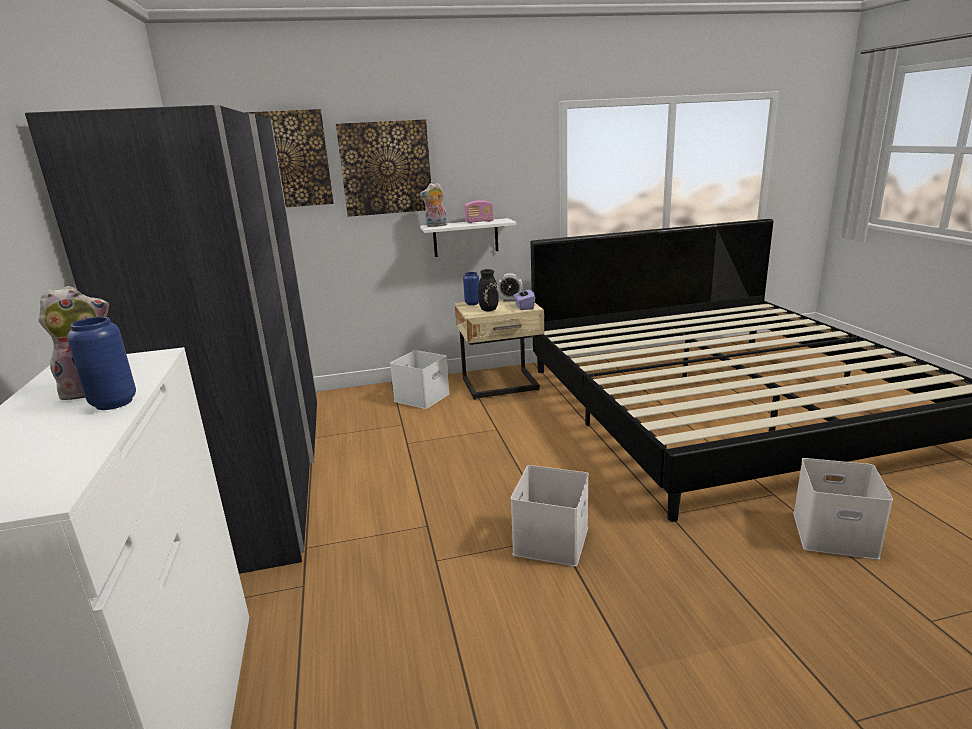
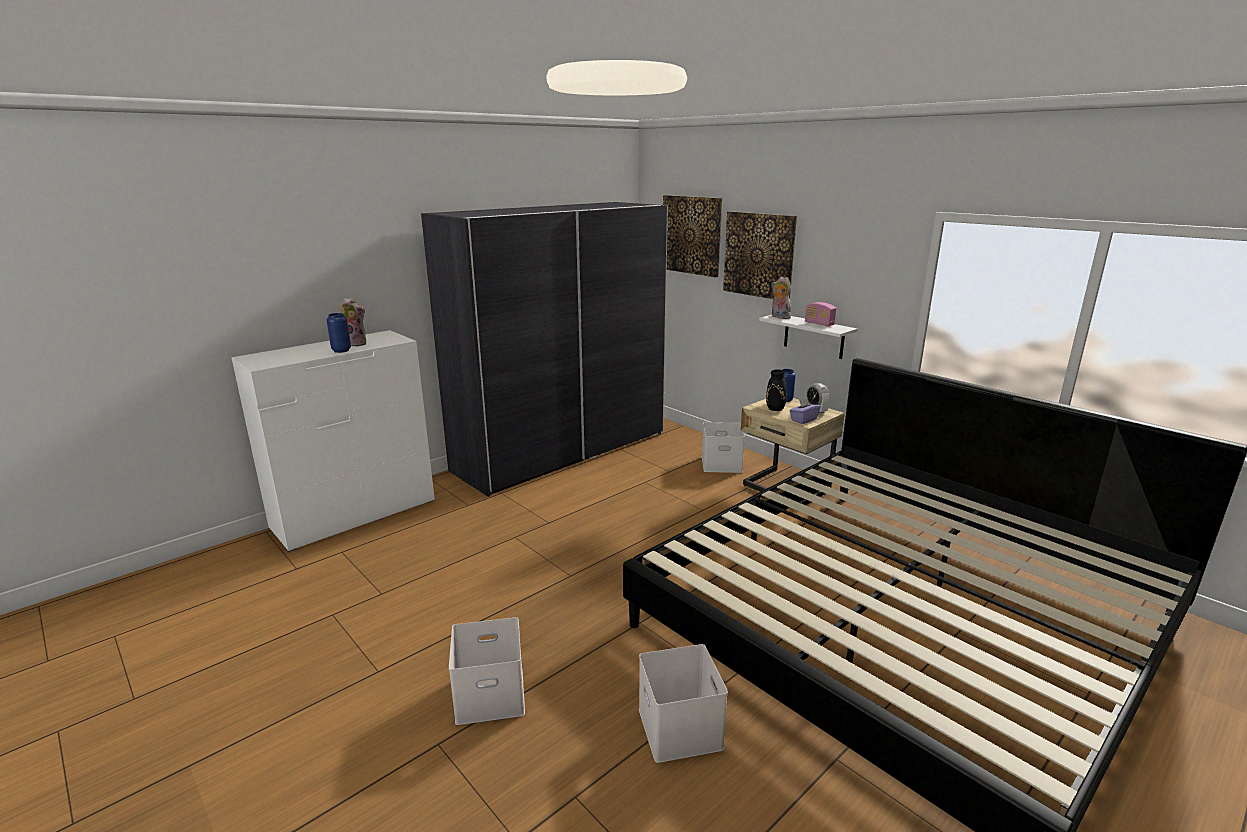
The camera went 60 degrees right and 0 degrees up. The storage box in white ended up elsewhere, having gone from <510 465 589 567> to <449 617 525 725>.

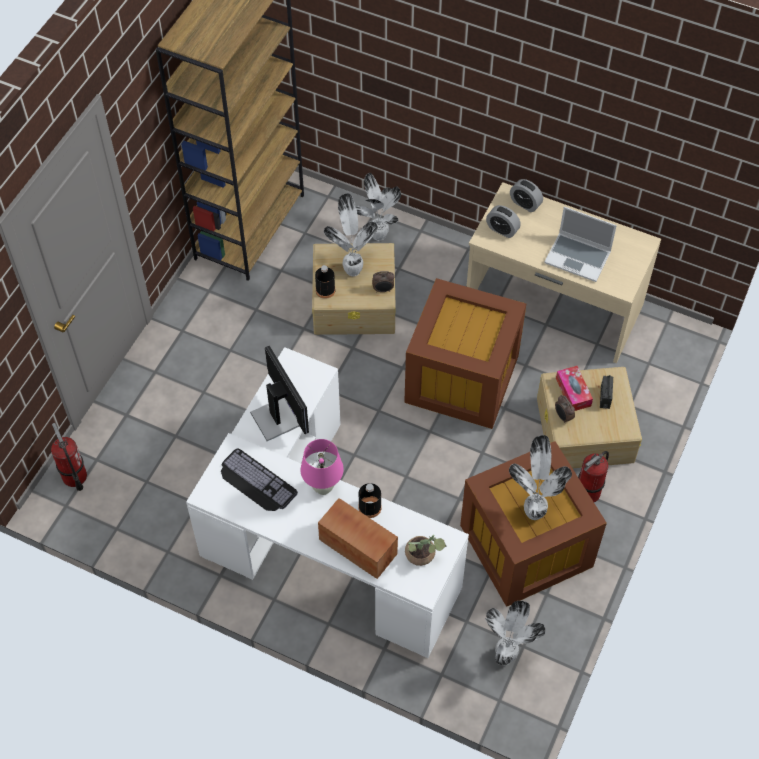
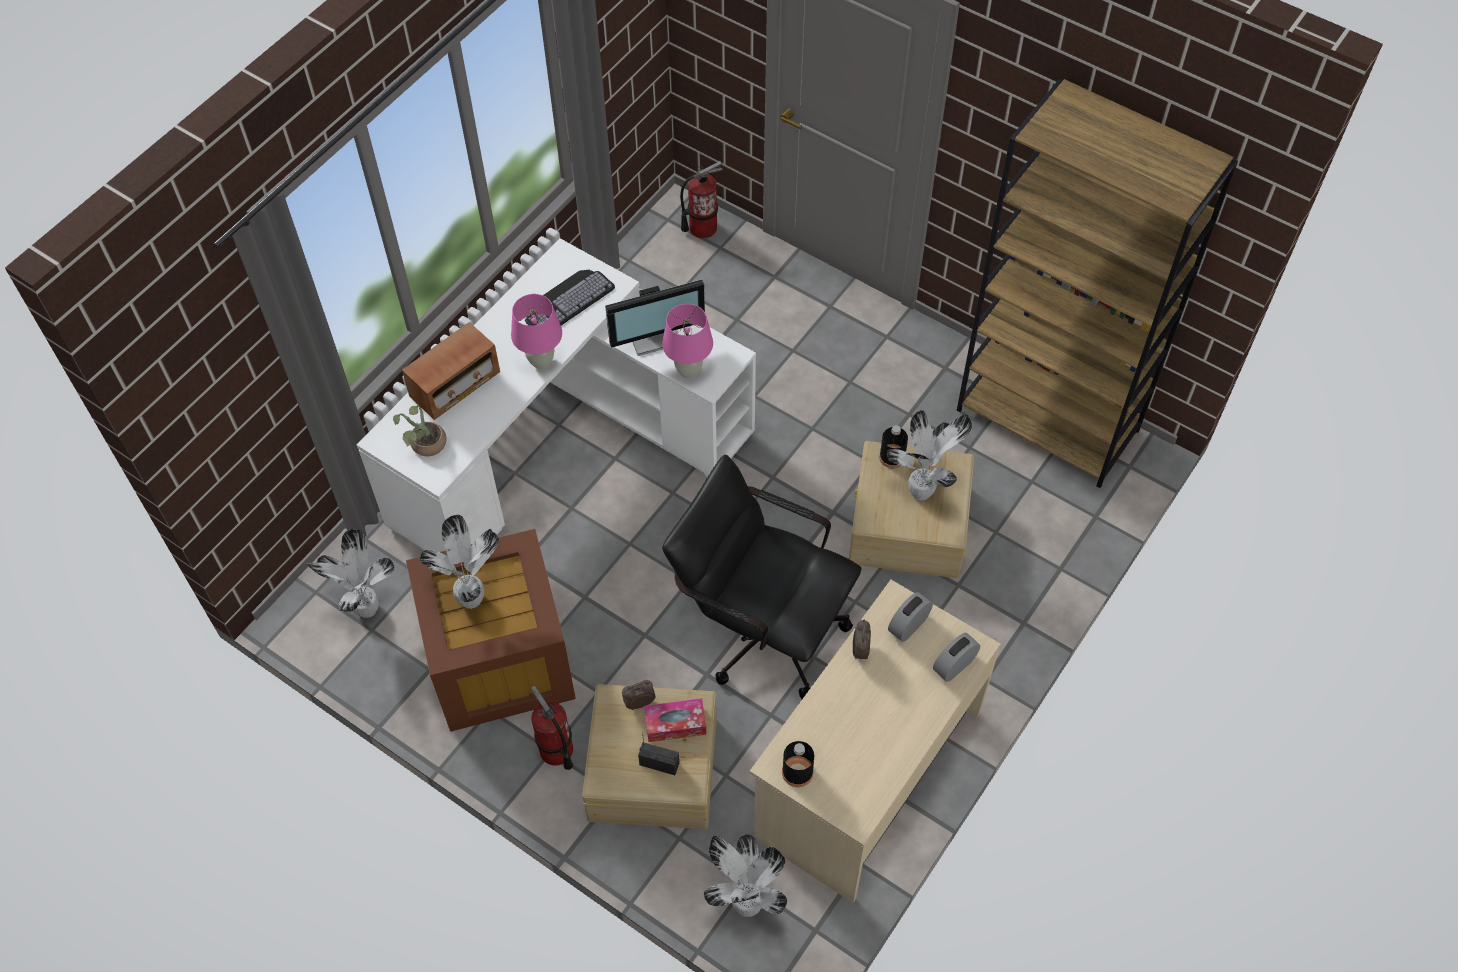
The camera went 100 degrees right and 0 degrees up. The potted plant ended up elsewhere, having gone from <356 173 401 241> to <704 834 787 917>. The second view lost the laptop at <544 207 617 282>. The alarm clock ended up elsewhere, having gone from <372 271 395 293> to <853 620 871 660>. Where the storage box in brown stood at <404 278 526 429>, the office chair in black came to stand at <662 455 862 699>. The bottle in black ended up elsewhere, having gone from <358 483 382 518> to <782 741 814 787>. The second view gained the table lamp in pink at <662 304 713 378>.

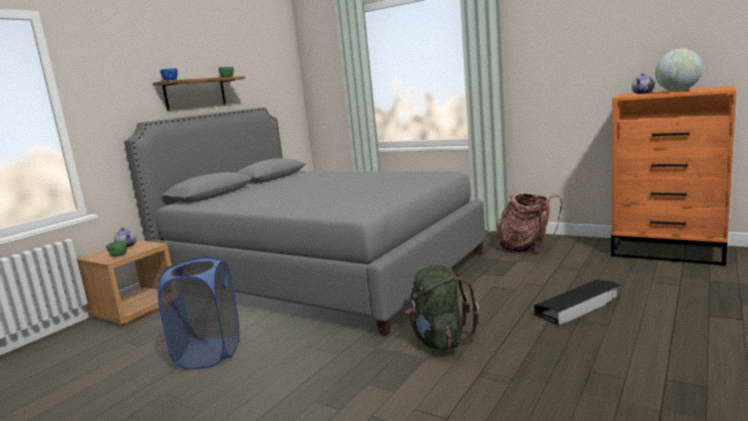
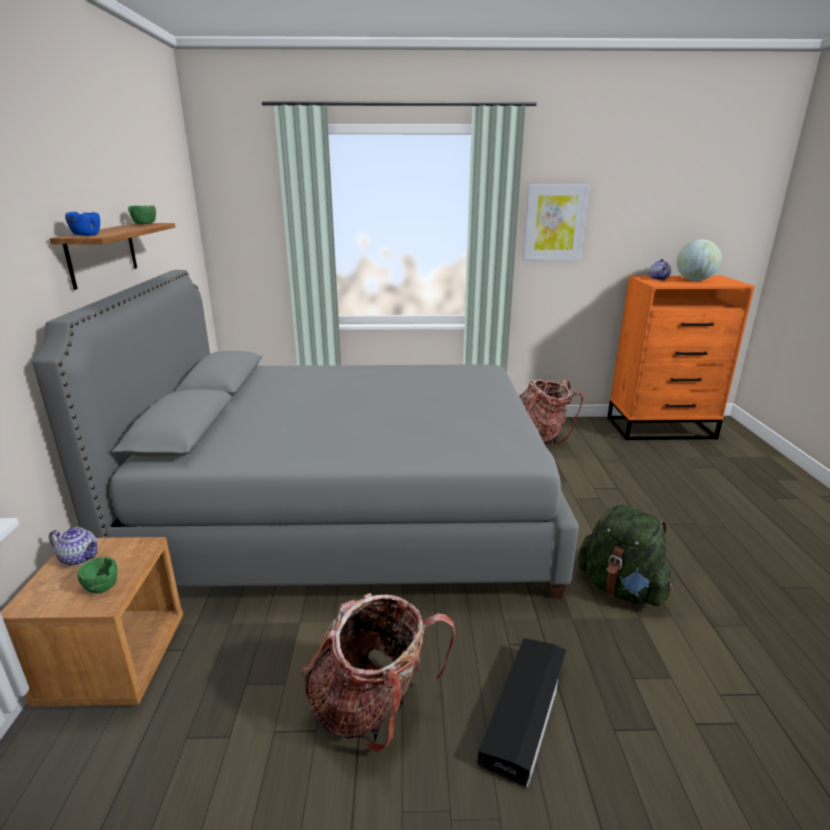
The camera went 35 degrees left and 10 degrees up. Where the laundry basket in blue stood at <158 256 240 369>, the backpack came to stand at <302 593 456 753>. The storage box in black ended up elsewhere, having gone from <534 280 621 326> to <477 638 566 788>. The second view gained the picture at <523 184 590 261>.

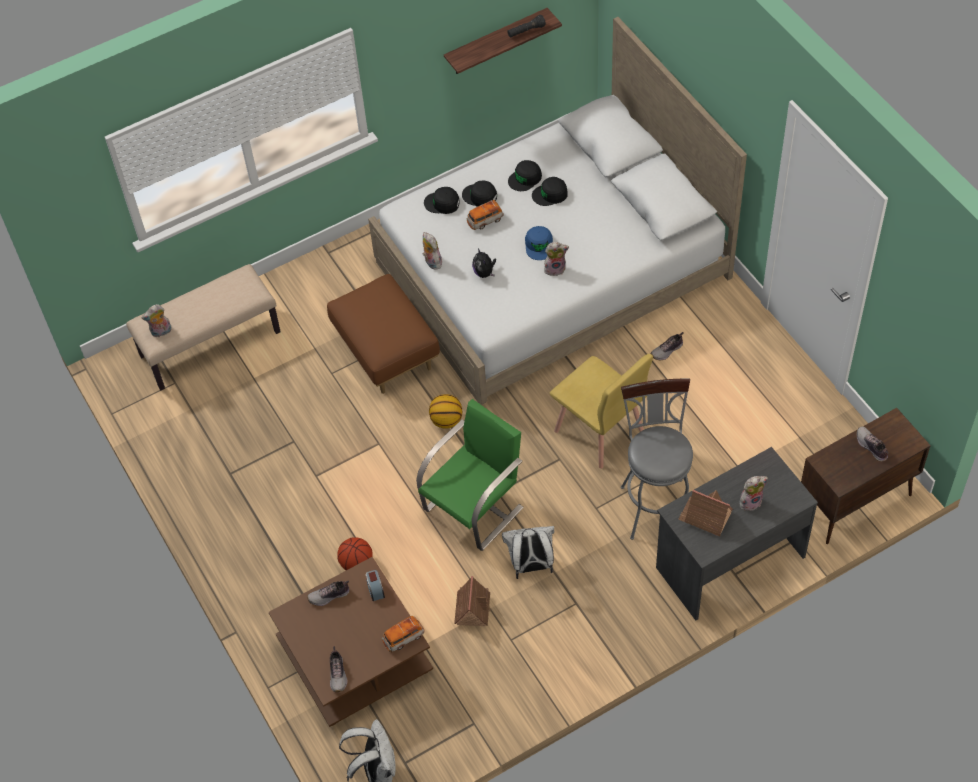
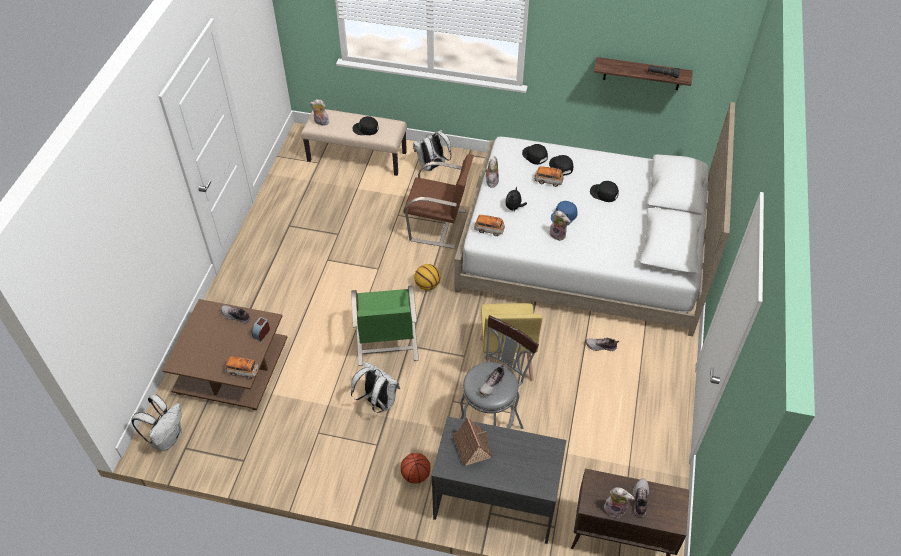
The camera went 40 degrees right and 5 degrees down. The cap in black ended up elsewhere, having gone from <508 160 542 191> to <352 116 378 135>. Where the ottoman in brown stood at <327 274 440 394>, the chair in brown came to stand at <404 154 474 249>. The chair in green at <416 399 523 551> ended up facing another way, 90 degrees clockwise from before. The plush toy ended up elsewhere, having gone from <739 476 768 511> to <604 487 635 518>. The basketball ended up elsewhere, having gone from <337 537 373 570> to <401 453 431 484>. The second view lost the toy house at <454 576 491 626>. The shoe ended up elsewhere, having gone from <330 646 348 692> to <479 364 505 396>. The second view gained the backpack in white at <413 130 452 171>. The second view gained the toy car at <474 215 505 236>.

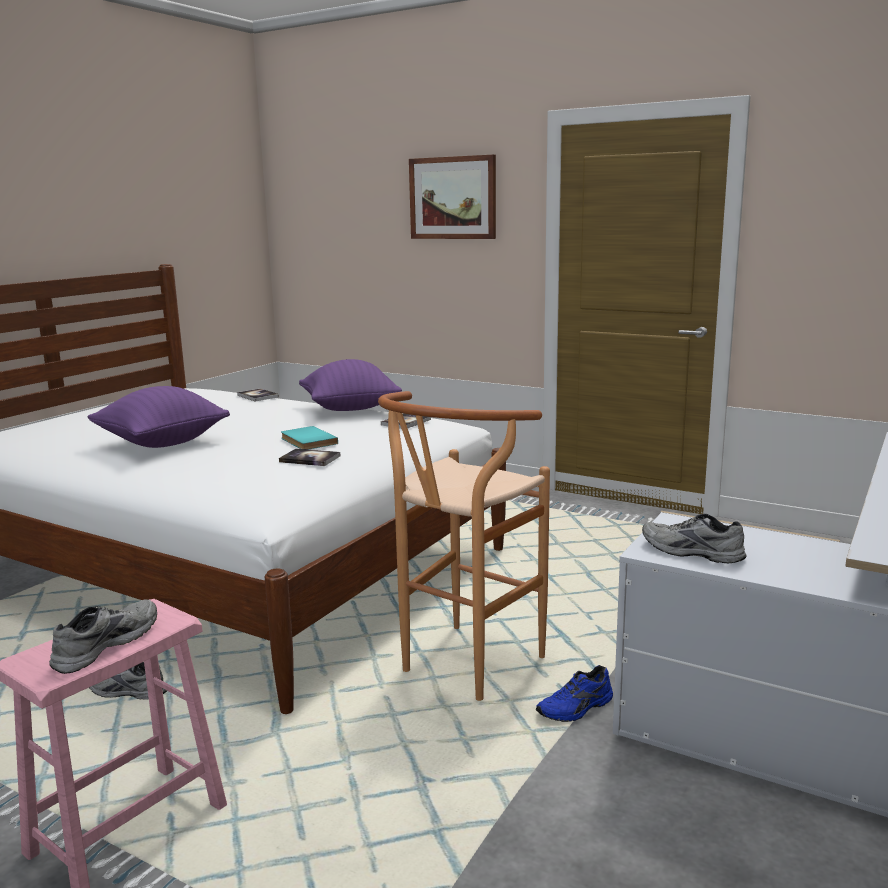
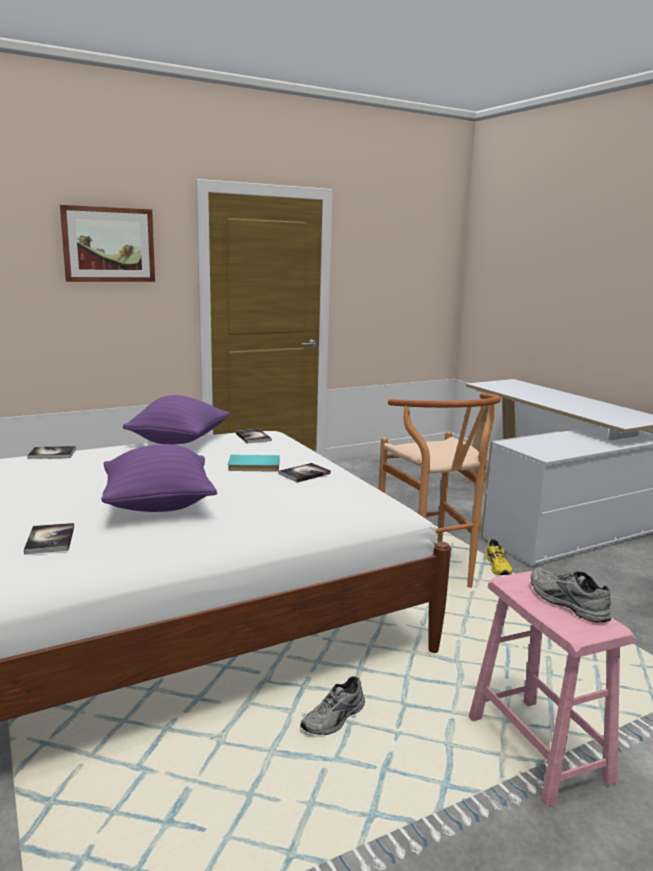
The camera went 60 degrees left and 0 degrees up. The second view lost the shoe in grey at <642 514 747 563>. What was the shoe in blue at <536 665 613 722> turned into the shoe in yellow at <485 539 513 575>. The second view gained the book at <24 523 74 554>.

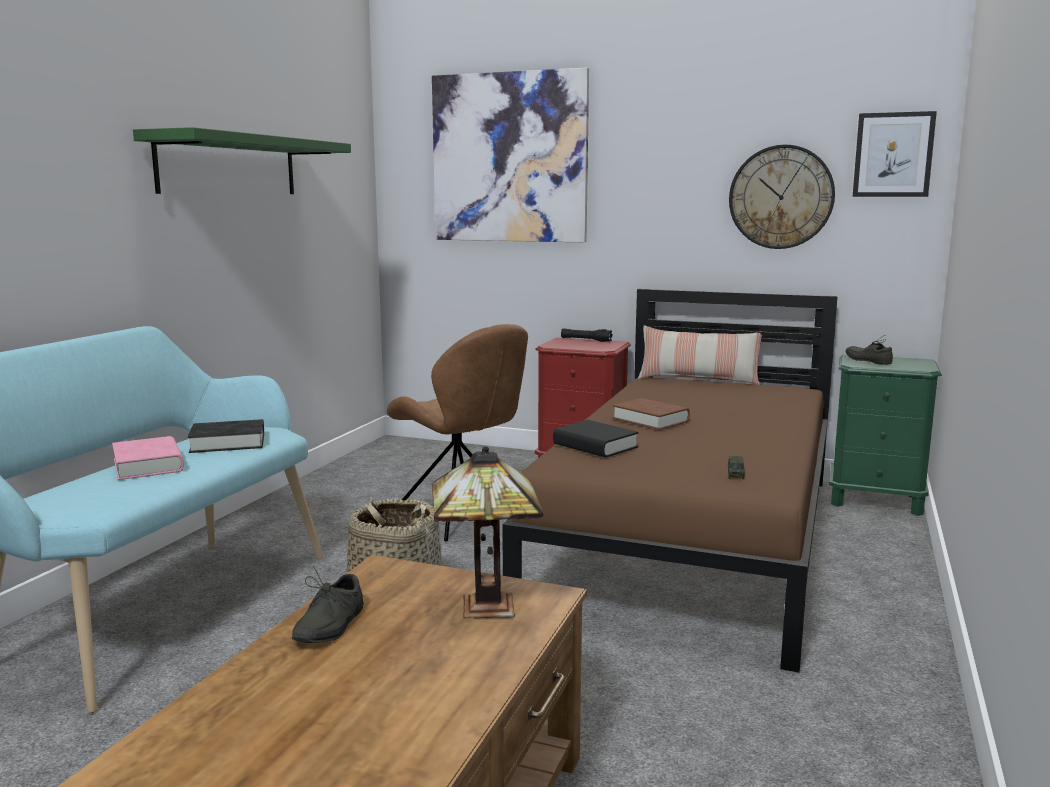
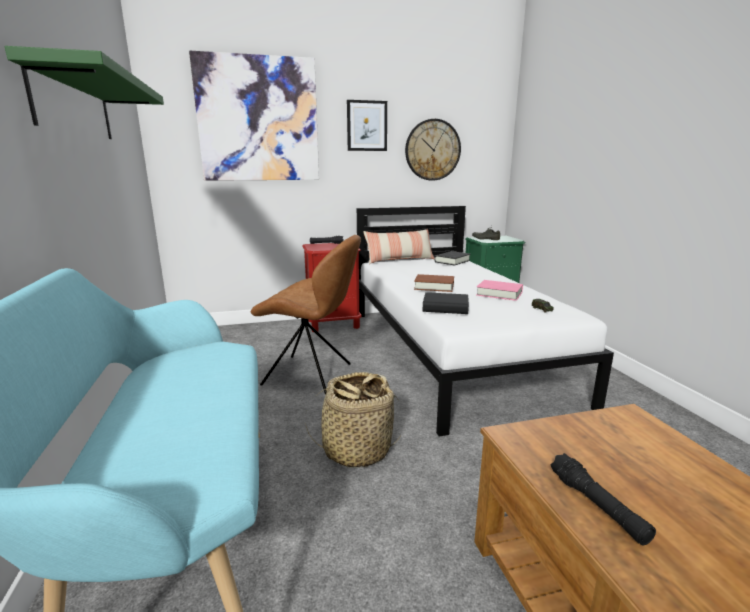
The camera went 35 degrees left and 5 degrees up. The picture ended up elsewhere, having gone from <853 111 937 197> to <347 100 387 151>. What was the bed in brown at <502 289 838 673> turned into the bed in white at <357 206 614 436>. The book in black ended up elsewhere, having gone from <188 419 264 453> to <434 251 470 265>. The book in pink ended up elsewhere, having gone from <112 436 184 480> to <476 280 523 301>. The second view lost the table lamp at <432 446 543 619>. Where the shoe in grey stood at <292 566 364 643>, the flashlight in black came to stand at <551 453 656 545>.

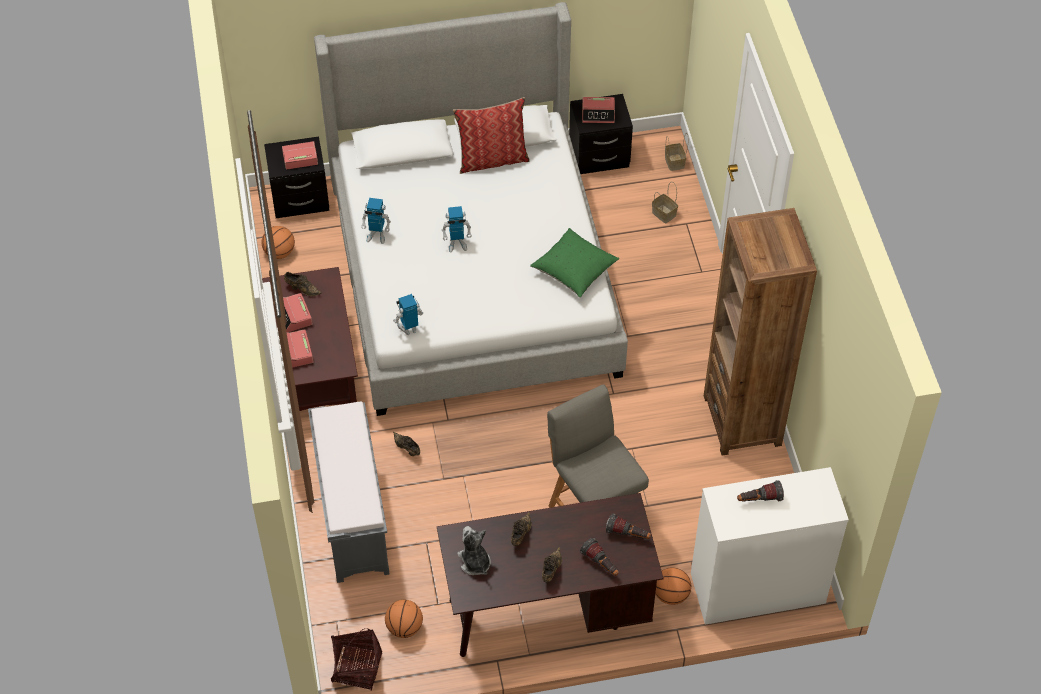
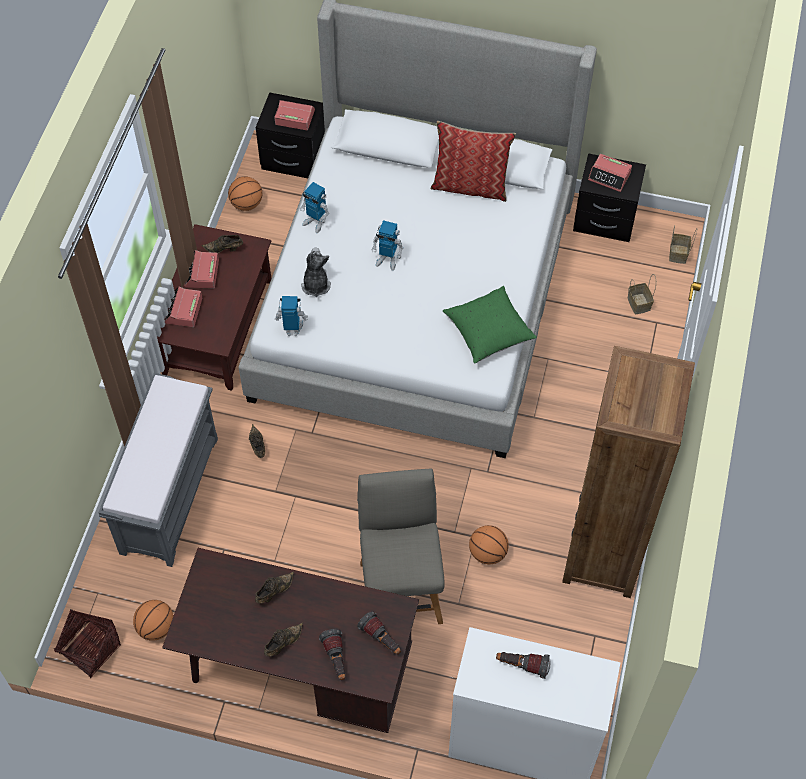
The camera went 25 degrees right and 5 degrees up. The shoe in brown at <284 272 322 296> ended up facing another way, 135 degrees clockwise from before. The plush toy ended up elsewhere, having gone from <457 526 491 575> to <301 247 331 297>. The basketball ended up elsewhere, having gone from <655 567 691 605> to <469 525 509 565>.

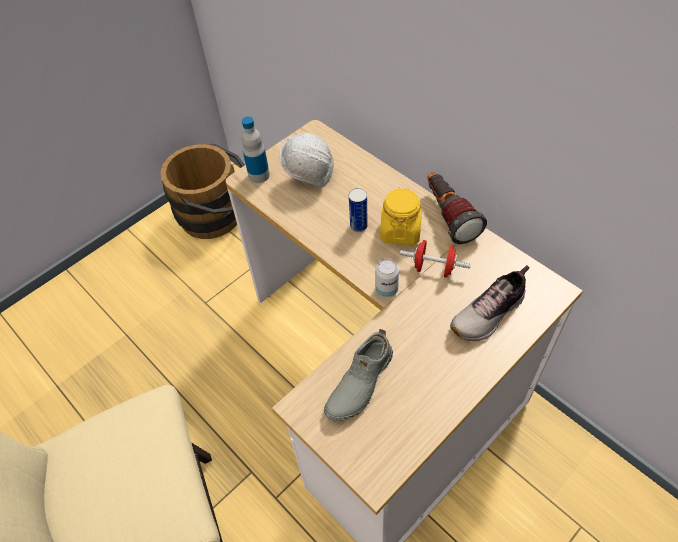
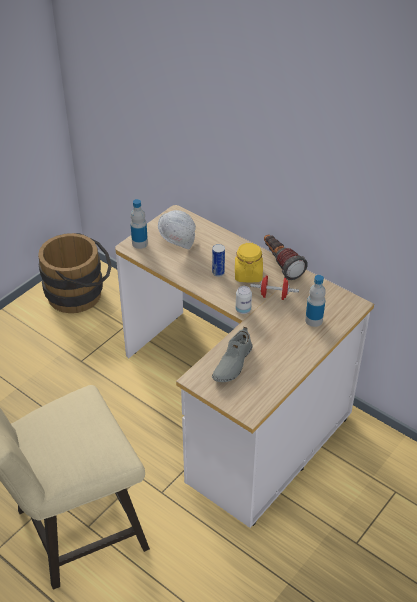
The camera went 10 degrees left and 10 degrees down. Where the shoe stood at <450 265 530 341>, the bottle came to stand at <305 275 326 327>.

